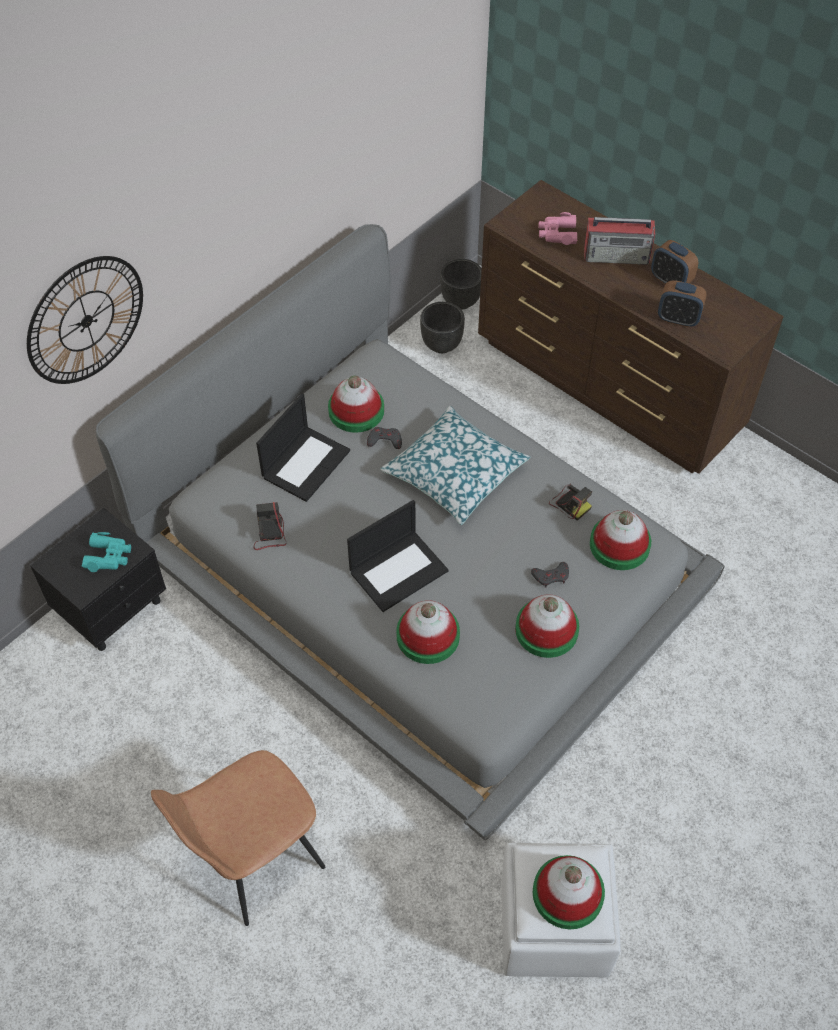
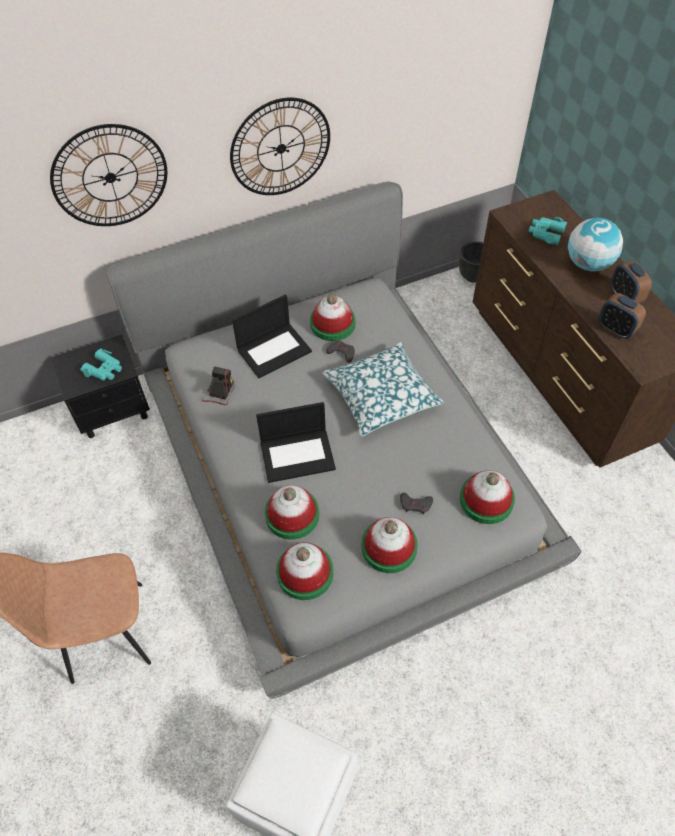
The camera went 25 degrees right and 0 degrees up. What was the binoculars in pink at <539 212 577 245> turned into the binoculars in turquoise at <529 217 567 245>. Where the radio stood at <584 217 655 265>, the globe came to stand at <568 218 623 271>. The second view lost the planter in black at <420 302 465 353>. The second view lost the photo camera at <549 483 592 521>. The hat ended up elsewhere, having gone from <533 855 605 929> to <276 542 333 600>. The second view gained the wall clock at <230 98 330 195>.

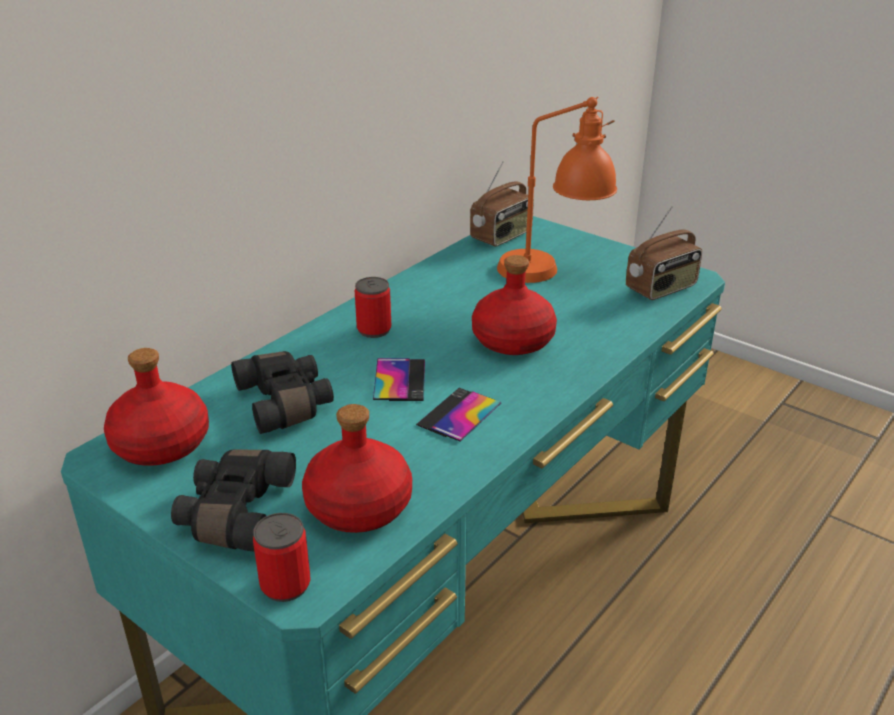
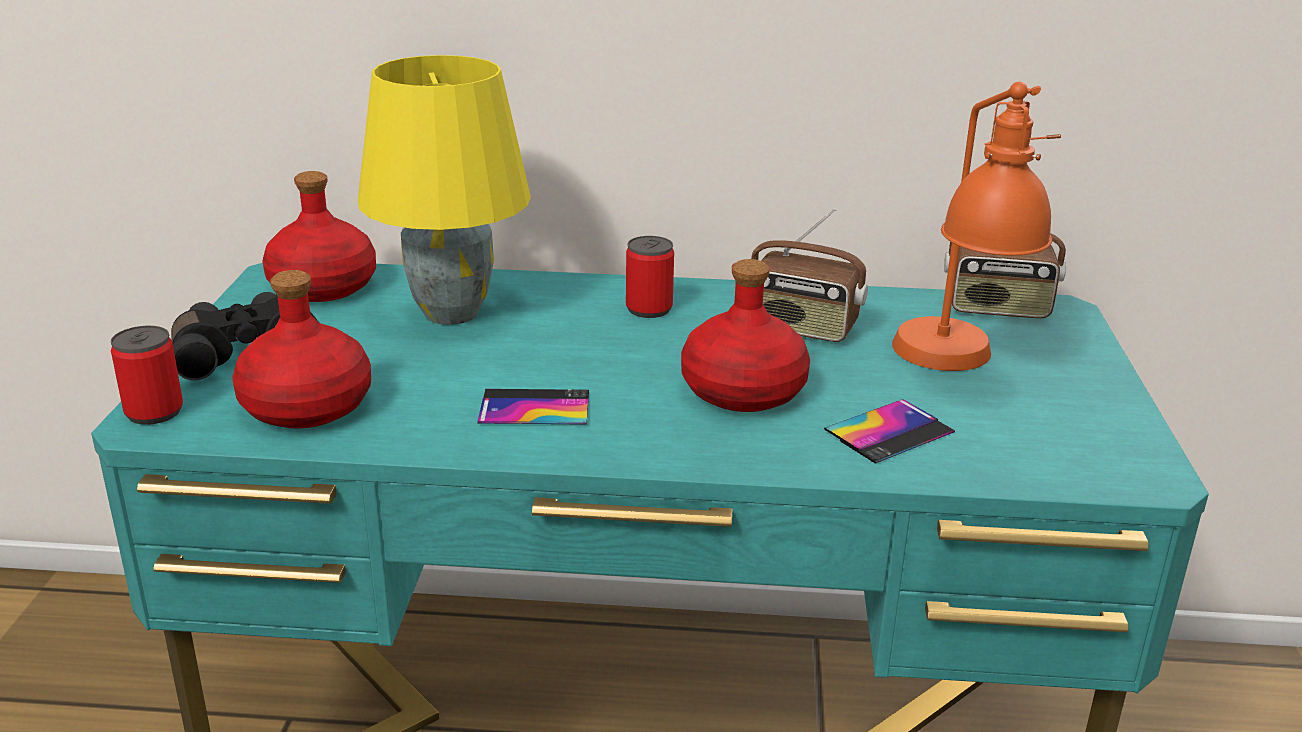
The camera went 55 degrees right and 5 degrees down. The radio ended up elsewhere, having gone from <626 206 702 300> to <751 208 868 342>. Where the binoculars in black stood at <231 351 334 434>, the table lamp in yellow came to stand at <358 55 531 325>. The phone ended up elsewhere, having gone from <373 358 425 401> to <824 399 955 464>.

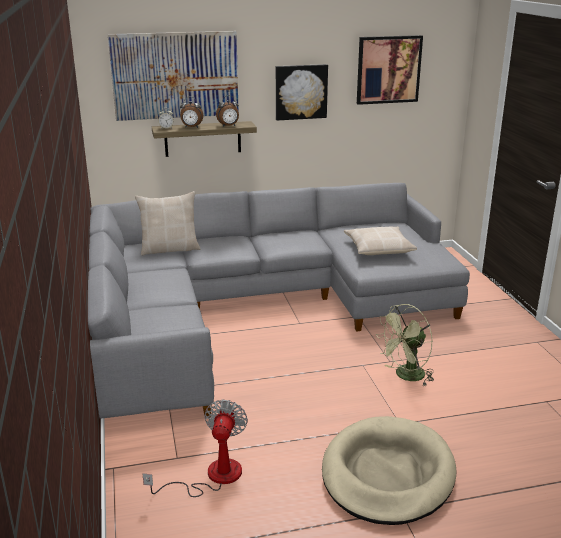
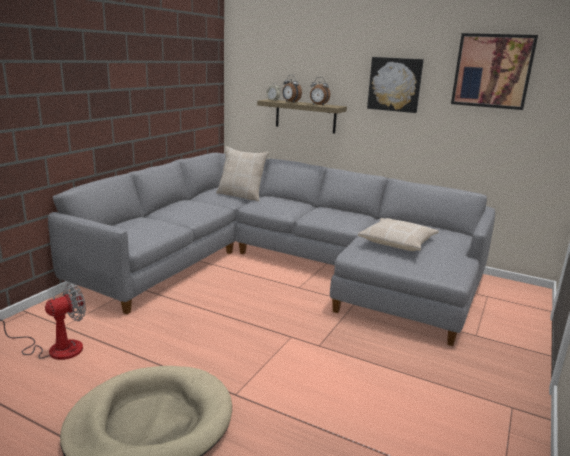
The camera went 40 degrees right and 5 degrees down. The second view lost the picture at <108 31 239 121>. The second view lost the fan in green at <376 304 434 386>.

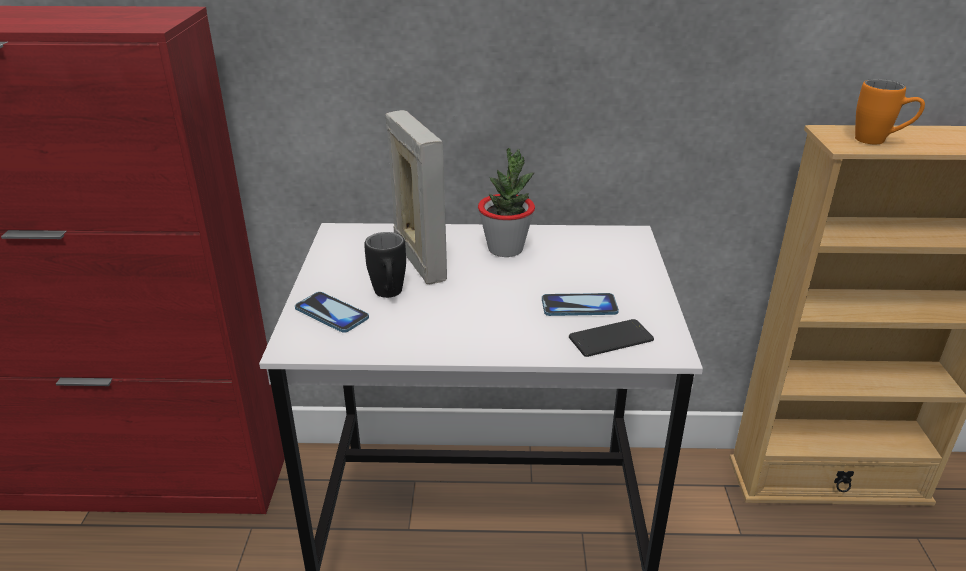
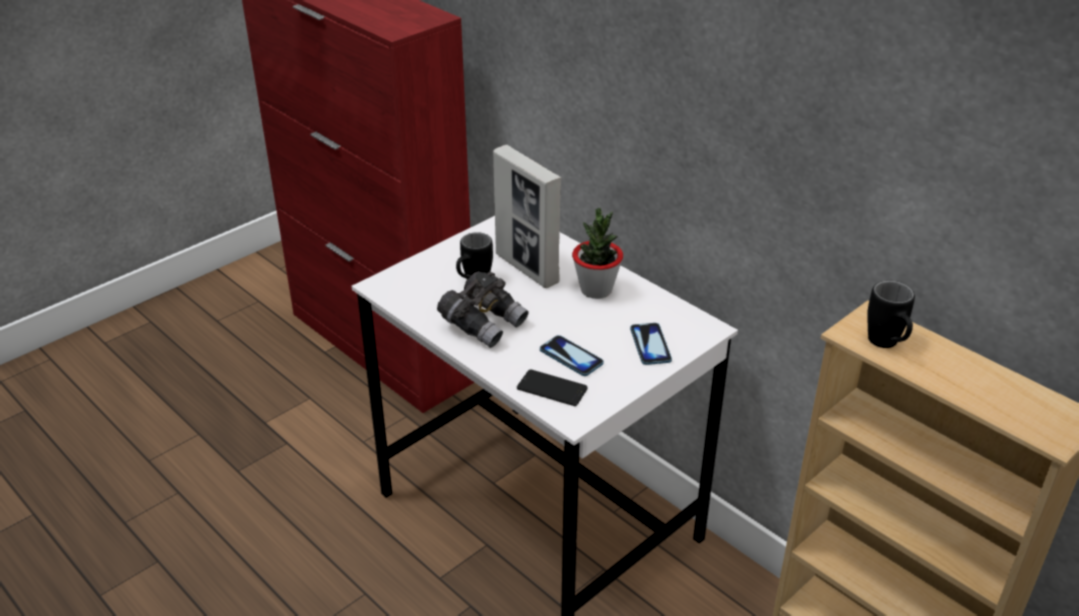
The camera went 45 degrees right and 5 degrees up. What was the mug in orange at <855 79 925 144> turned into the mug in black at <867 281 915 348>. The picture frame at <386 110 447 284> ended up facing another way, 120 degrees clockwise from before. The phone ended up elsewhere, having gone from <295 292 369 333> to <630 323 672 365>. The second view gained the binoculars in grey at <437 271 529 348>.

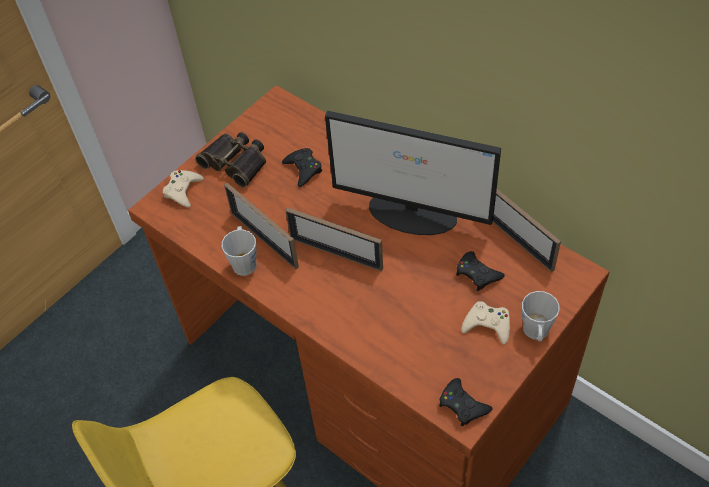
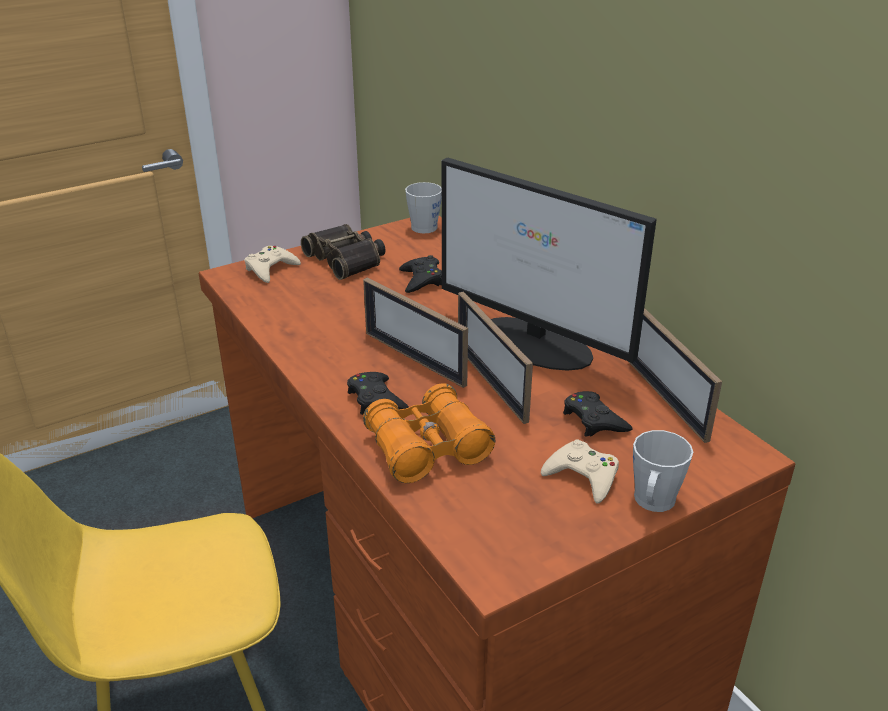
The camera went 15 degrees right and 20 degrees down. The picture frame ended up elsewhere, having gone from <224 183 299 269> to <458 291 533 424>. The mug in grey ended up elsewhere, having gone from <222 226 257 276> to <405 182 442 233>. The game controller in black ended up elsewhere, having gone from <439 378 493 427> to <347 372 409 415>. The second view gained the binoculars in orange at <363 383 495 483>.

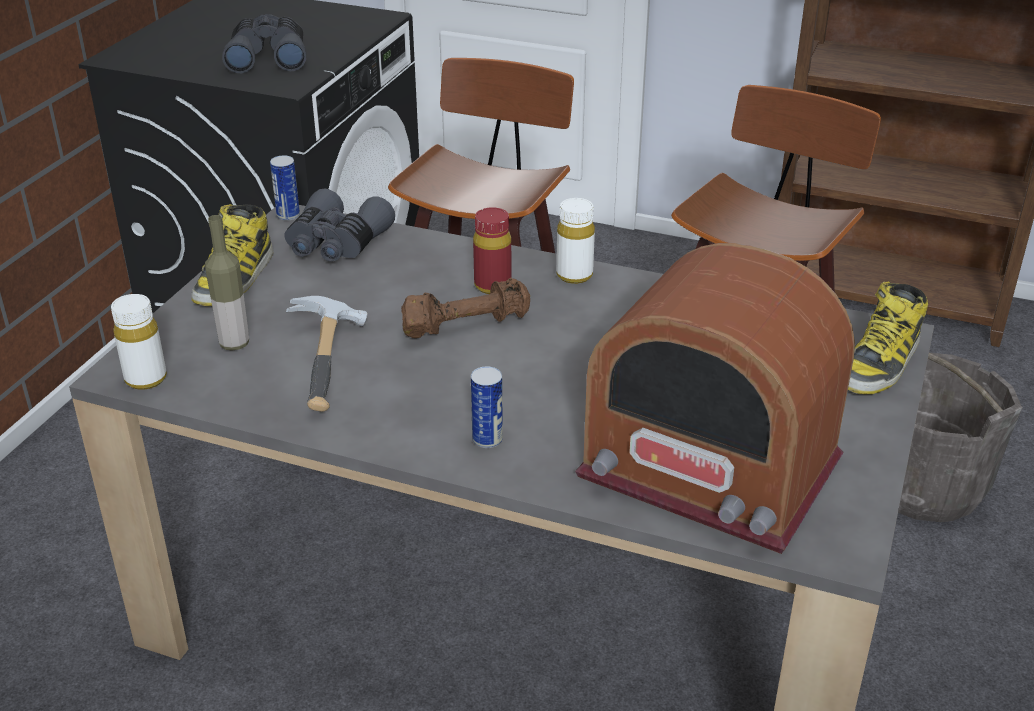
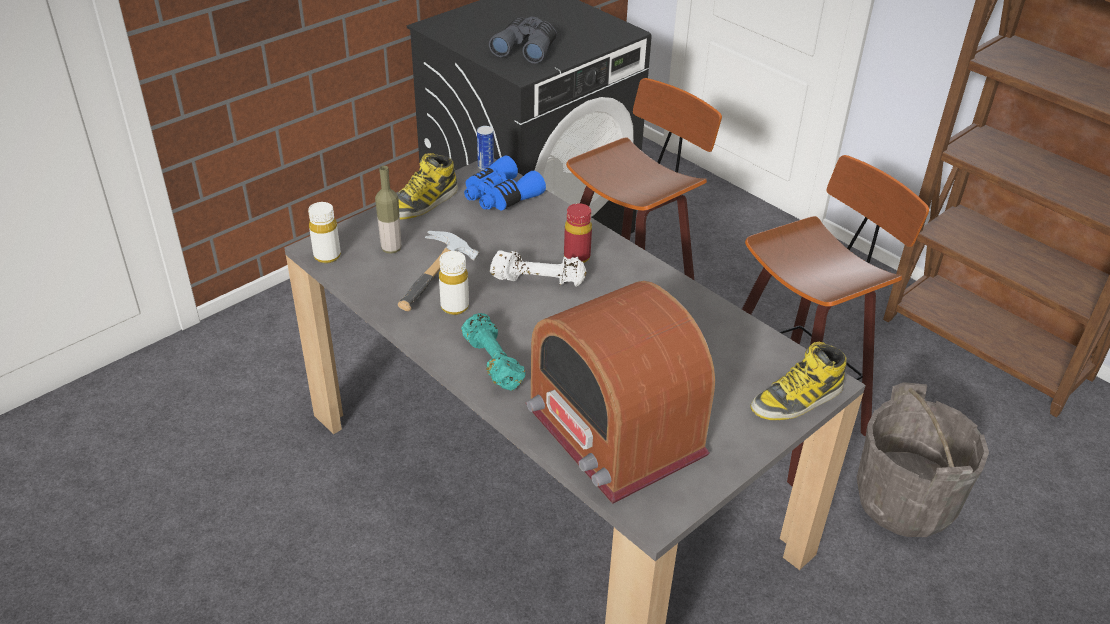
The camera went 25 degrees right and 5 degrees up. What was the binoculars in grey at <285 189 395 262> turned into the binoculars in blue at <464 155 546 211>. The bottle in white ended up elsewhere, having gone from <556 198 595 284> to <439 251 469 315>. What was the dumbbell in brown at <401 278 530 338> turned into the dumbbell in white at <490 250 587 287>. Where the can stood at <471 367 503 448>, the dumbbell in turquoise came to stand at <461 313 526 391>.

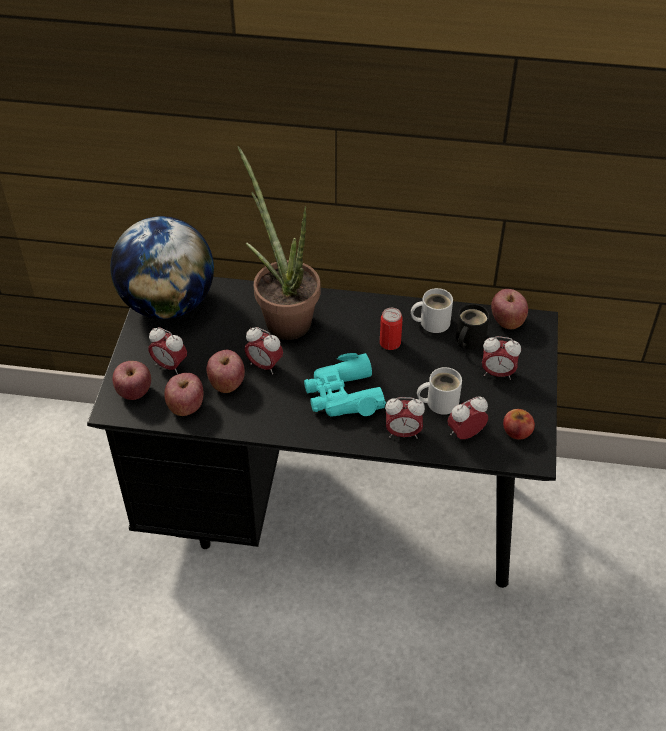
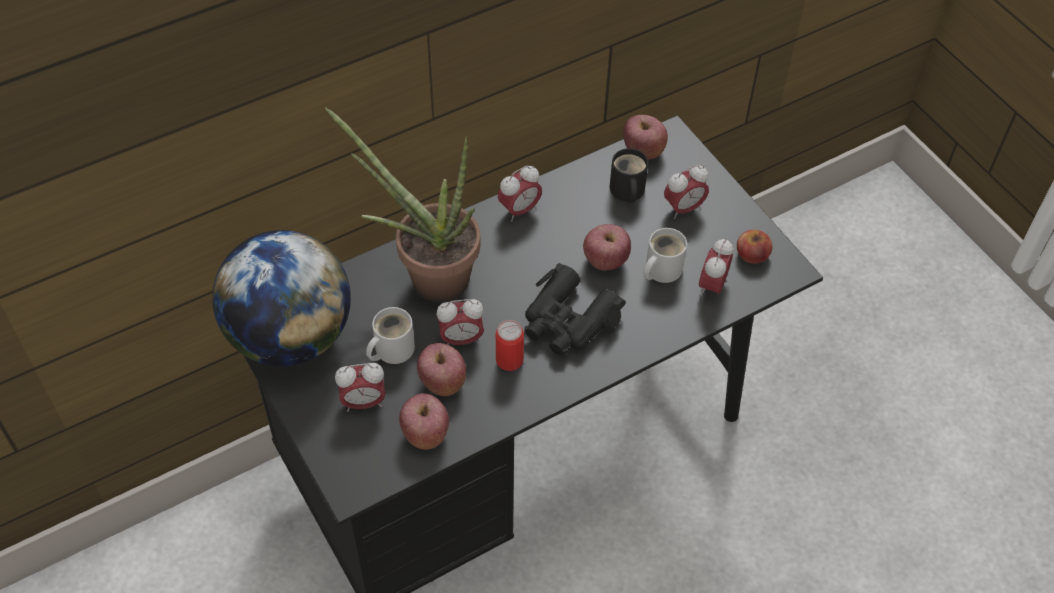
The camera went 40 degrees left and 5 degrees up. The mug in white ended up elsewhere, having gone from <411 288 453 333> to <366 307 415 364>. The can ended up elsewhere, having gone from <380 308 403 350> to <496 320 524 371>. What was the binoculars in turquoise at <304 353 386 416> turned into the binoculars in black at <525 263 626 355>. The apple ended up elsewhere, having gone from <112 361 151 400> to <583 224 631 271>. The alarm clock ended up elsewhere, having gone from <385 397 425 439> to <498 166 542 222>.

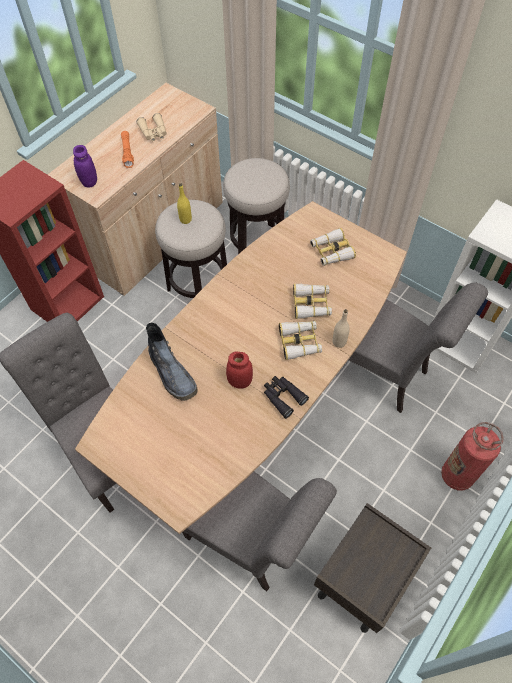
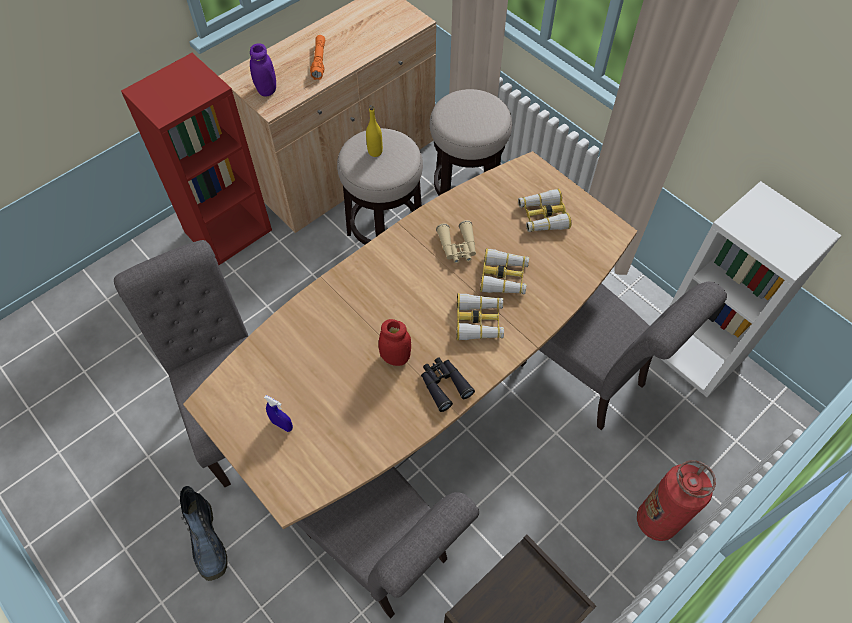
The camera went 10 degrees right and 0 degrees up. The binoculars in beige ended up elsewhere, having gone from <136 113 167 141> to <436 220 476 263>. The second view lost the bottle in beige at <332 309 350 348>. The boot ended up elsewhere, having gone from <146 323 198 401> to <180 486 228 581>. The second view gained the spray bottle in blue at <264 395 293 432>.

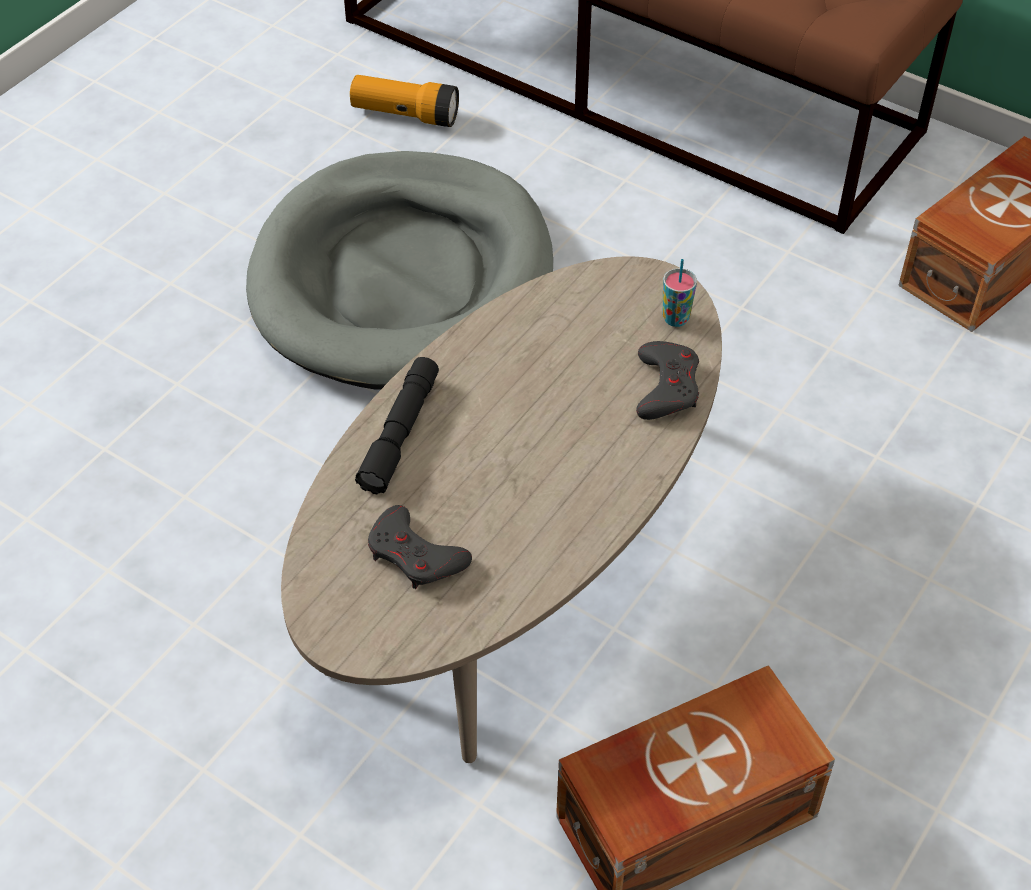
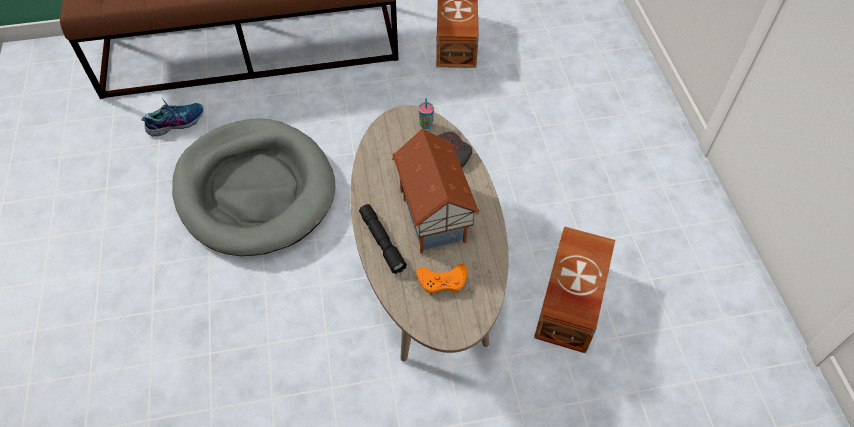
The camera went 45 degrees left and 5 degrees up. Where the flashlight stood at <350 75 459 127>, the shoe came to stand at <141 98 204 136>. What was the game controller in grey at <368 505 472 589> turned into the game controller in orange at <416 264 468 296>. The second view gained the toy house at <392 129 480 253>.

